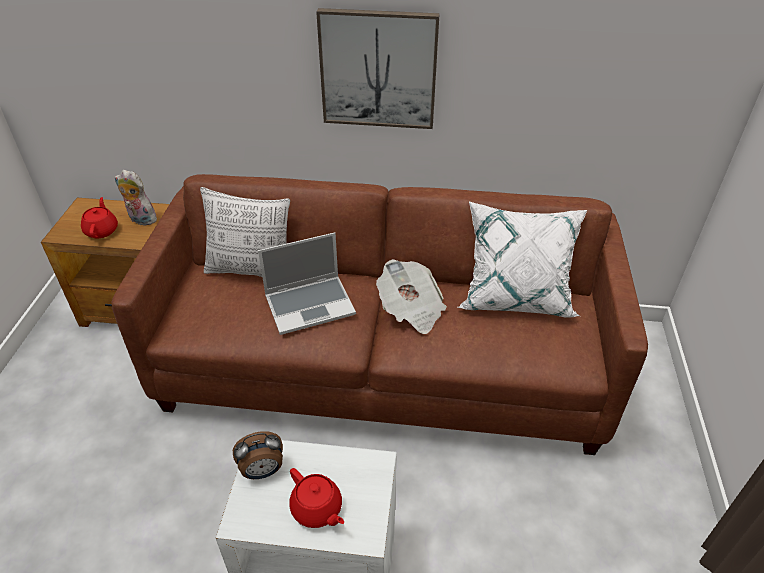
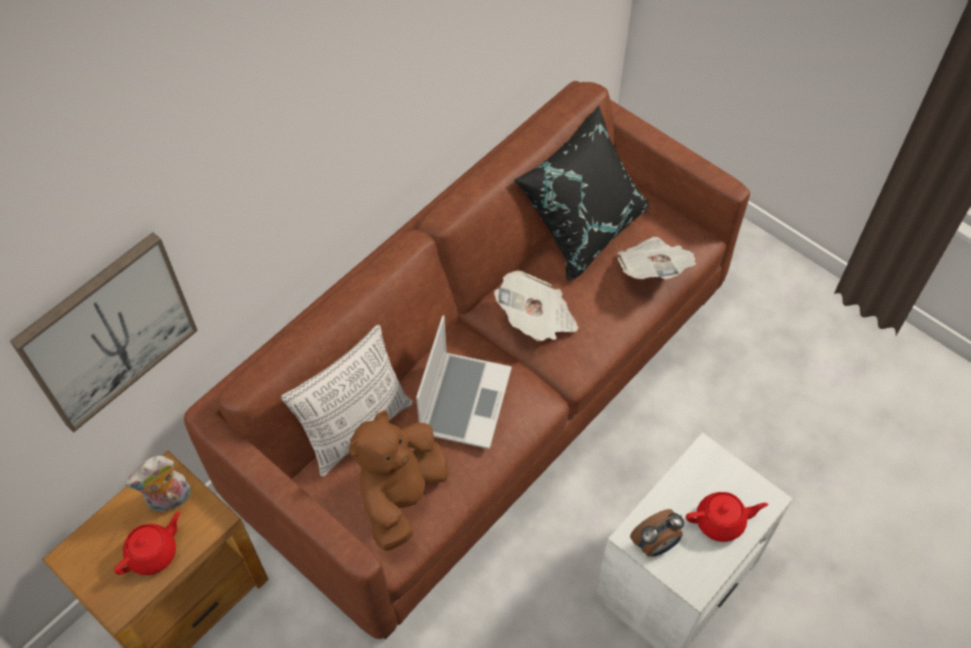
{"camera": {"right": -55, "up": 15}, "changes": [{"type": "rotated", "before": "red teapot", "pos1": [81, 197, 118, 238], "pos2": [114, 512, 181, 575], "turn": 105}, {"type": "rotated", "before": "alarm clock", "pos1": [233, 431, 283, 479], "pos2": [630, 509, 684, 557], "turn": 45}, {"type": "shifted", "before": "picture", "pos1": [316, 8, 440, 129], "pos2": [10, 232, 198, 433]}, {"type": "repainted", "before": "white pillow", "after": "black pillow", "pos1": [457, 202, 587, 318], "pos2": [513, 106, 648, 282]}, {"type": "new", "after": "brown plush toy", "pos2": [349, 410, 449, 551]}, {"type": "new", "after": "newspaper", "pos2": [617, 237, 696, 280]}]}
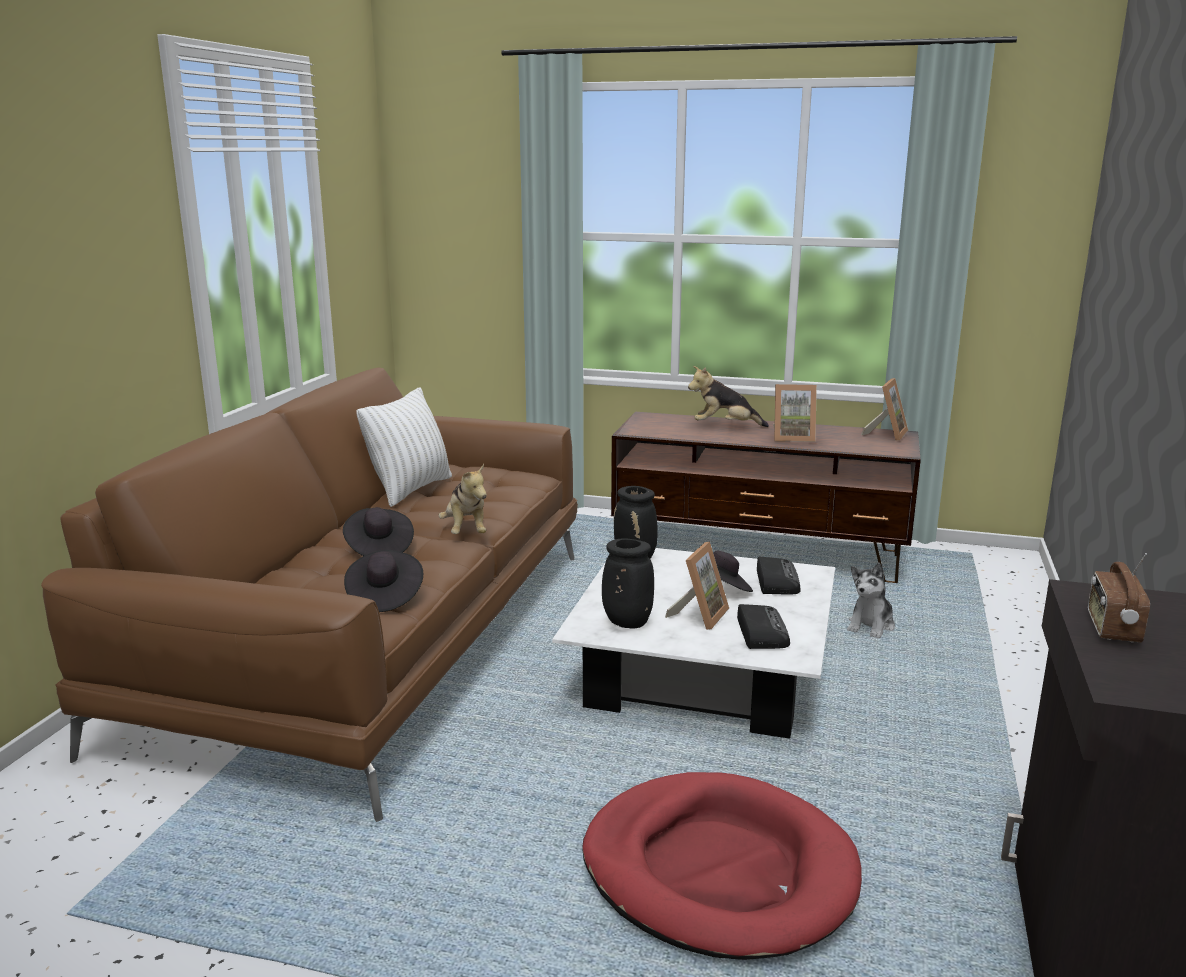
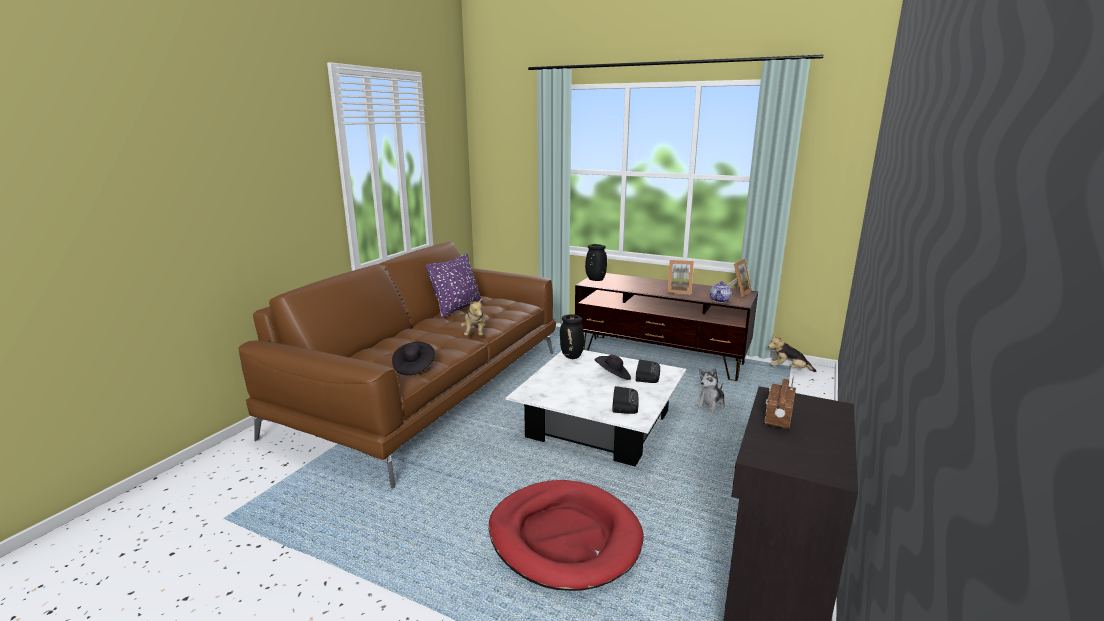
{"camera": {"right": 10, "up": 0}, "changes": [{"type": "gone", "before": "black hat", "pos1": [343, 507, 414, 556]}, {"type": "repainted", "before": "white pillow", "after": "purple pillow", "pos1": [356, 387, 452, 507], "pos2": [426, 254, 482, 318]}, {"type": "shifted", "before": "black vase", "pos1": [602, 539, 654, 629], "pos2": [585, 244, 607, 281]}, {"type": "gone", "before": "picture frame", "pos1": [665, 541, 729, 630]}, {"type": "shifted", "before": "plush toy", "pos1": [688, 366, 769, 427], "pos2": [768, 334, 817, 372]}, {"type": "new", "after": "teapot", "pos2": [710, 281, 731, 303]}]}
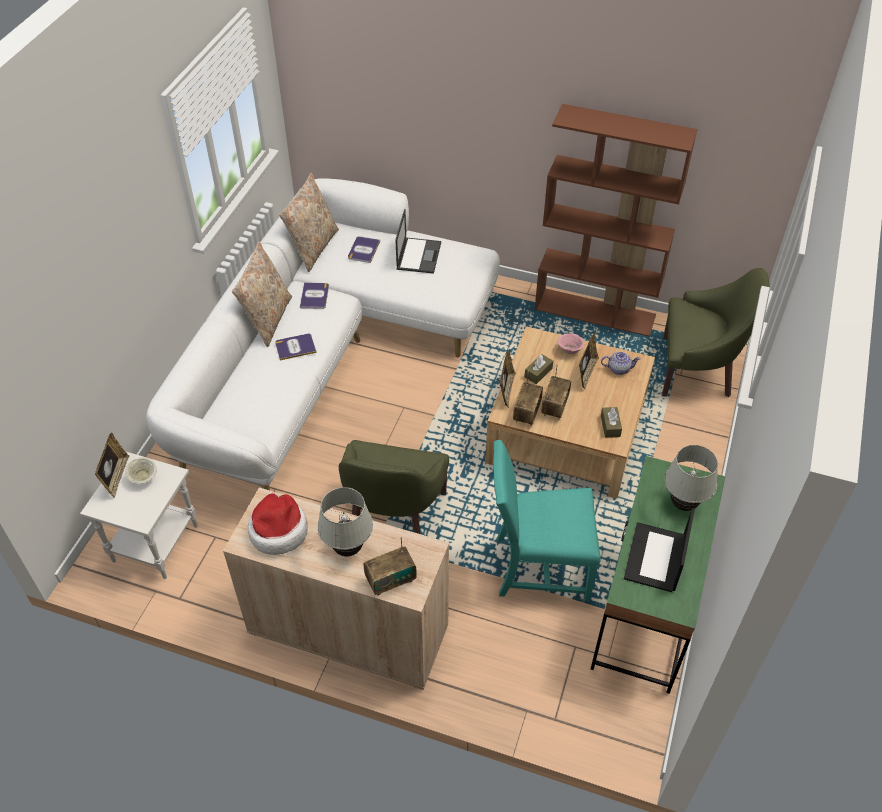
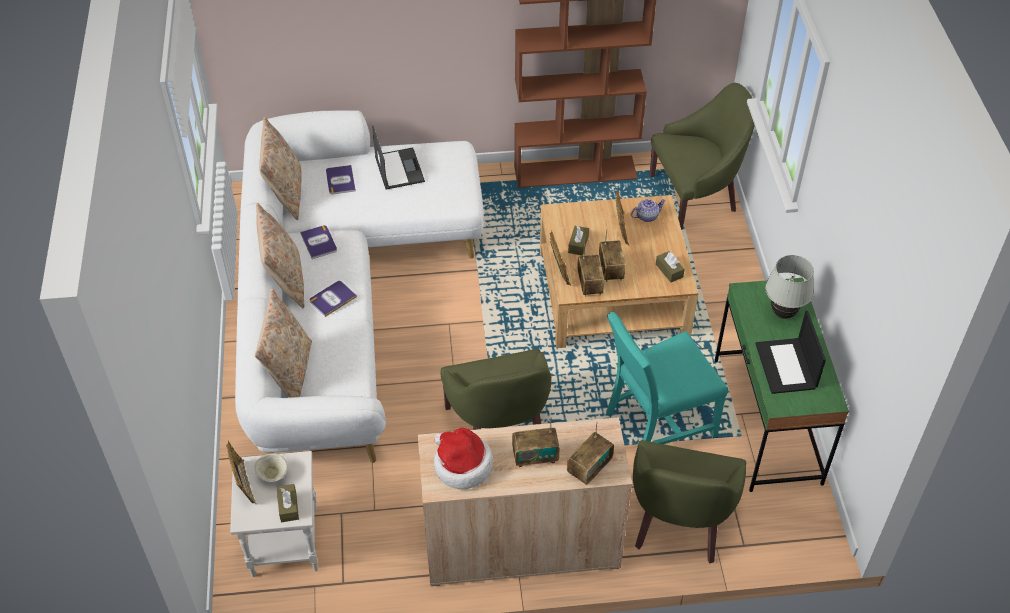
{"camera": {"right": -25, "up": 0}, "changes": [{"type": "swapped", "before": "white table lamp", "after": "radio", "pos1": [318, 487, 373, 556], "pos2": [512, 416, 560, 467]}, {"type": "gone", "before": "pink bowl", "pos1": [557, 333, 584, 354]}, {"type": "new", "after": "beige pillow", "pos2": [255, 288, 312, 398]}, {"type": "new", "after": "brown tissue box", "pos2": [277, 484, 299, 523]}, {"type": "new", "after": "green armchair", "pos2": [633, 440, 746, 564]}]}
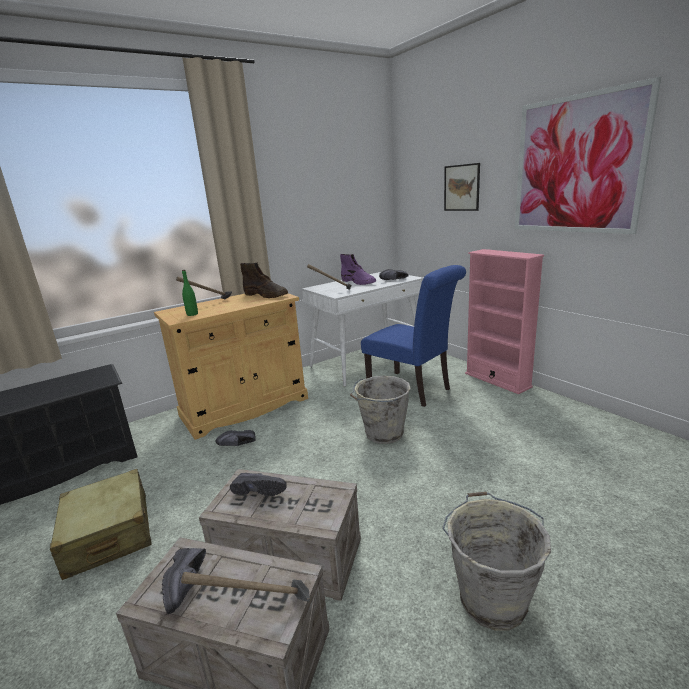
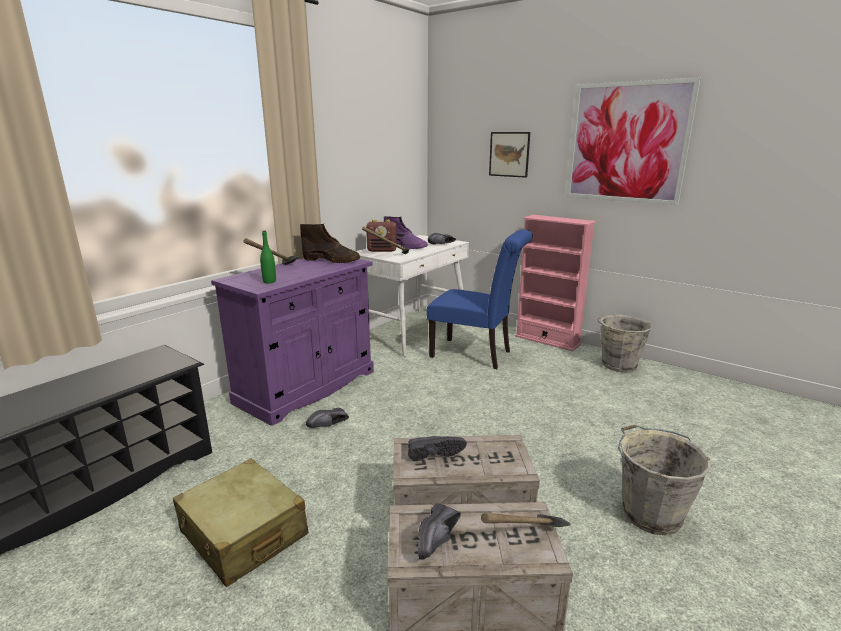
{"camera": {"right": -20, "up": 0}, "changes": [{"type": "repainted", "before": "beige cabinet", "after": "purple cabinet", "pos1": [154, 293, 308, 440], "pos2": [211, 258, 374, 426]}, {"type": "rotated", "before": "black shoe", "pos1": [162, 548, 206, 614], "pos2": [418, 503, 461, 560], "turn": 45}, {"type": "shifted", "before": "grey bucket", "pos1": [350, 376, 411, 444], "pos2": [597, 315, 652, 372]}, {"type": "new", "after": "radio", "pos2": [366, 220, 397, 252]}]}
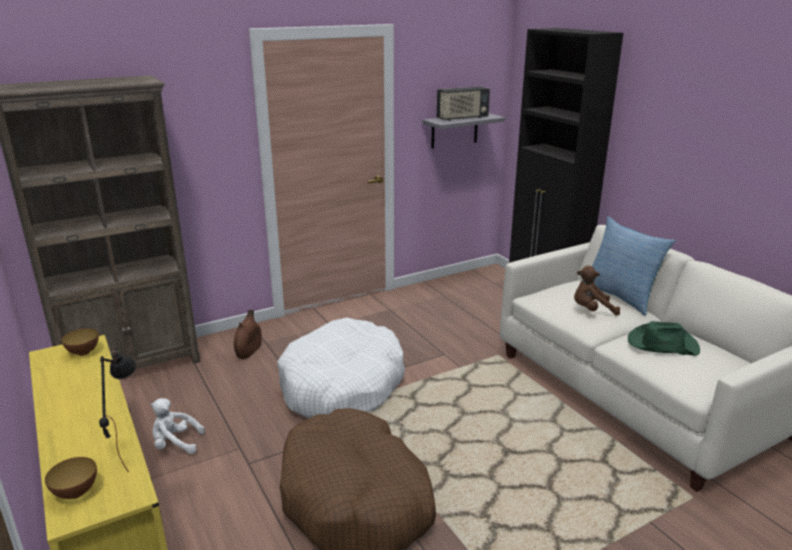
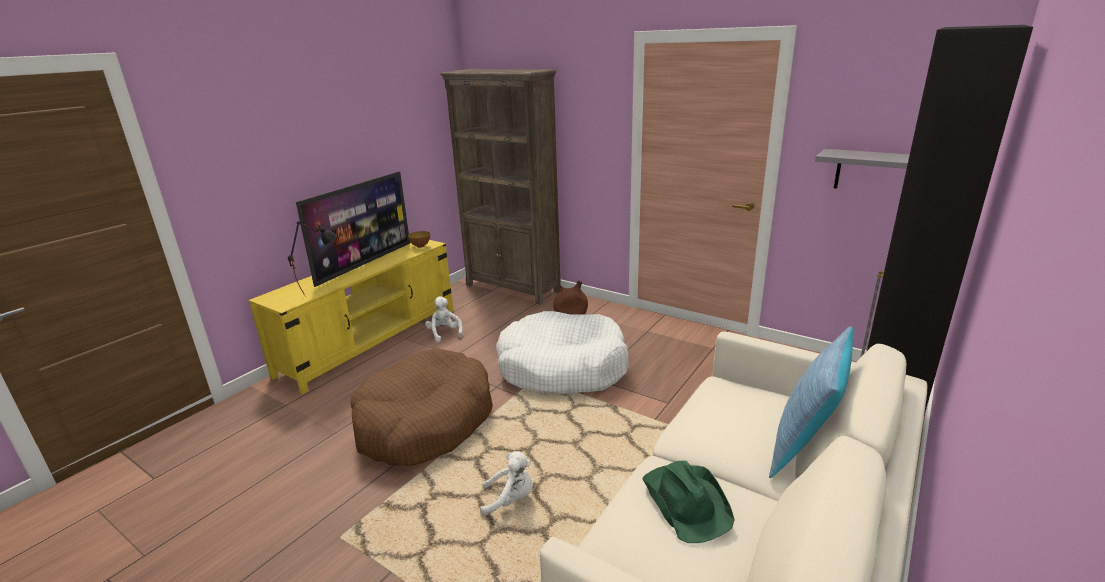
{"camera": {"right": 65, "up": 0}, "changes": [{"type": "gone", "before": "bowl", "pos1": [45, 457, 97, 499]}, {"type": "gone", "before": "radio", "pos1": [437, 87, 490, 121]}, {"type": "gone", "before": "brown plush toy", "pos1": [574, 266, 620, 316]}, {"type": "new", "after": "television", "pos2": [296, 171, 410, 287]}, {"type": "new", "after": "white plush toy", "pos2": [480, 451, 533, 516]}]}
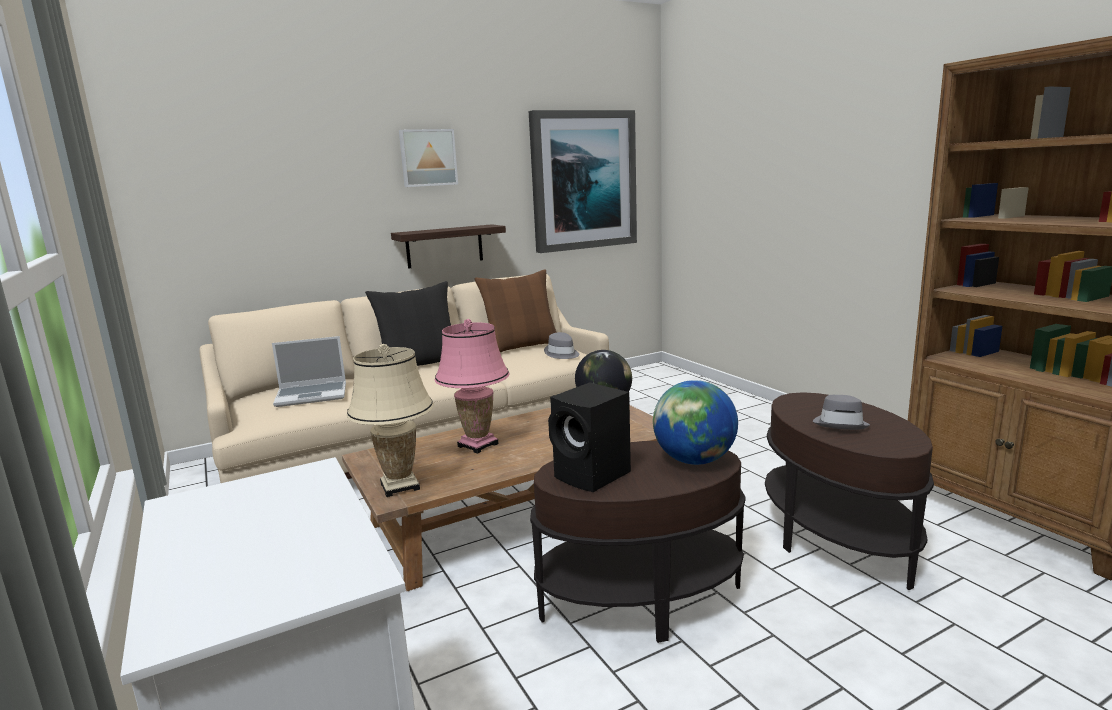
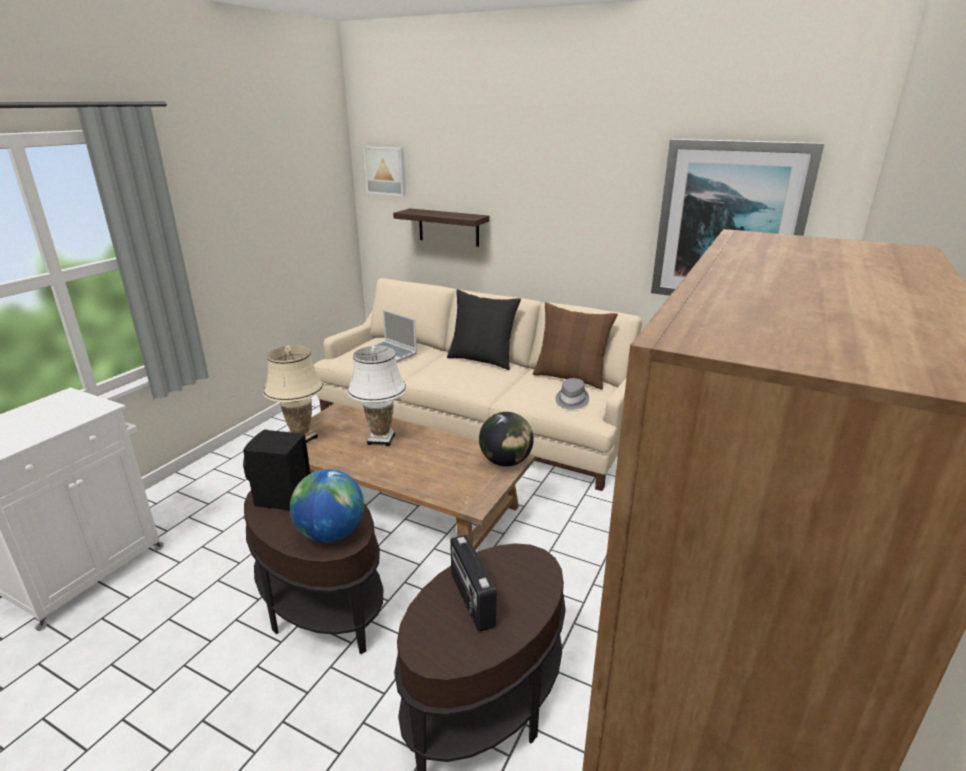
{"camera": {"right": 55, "up": 10}, "changes": [{"type": "shifted", "before": "shelf", "pos1": [391, 224, 506, 269], "pos2": [393, 208, 490, 247]}, {"type": "shifted", "before": "picture", "pos1": [399, 129, 458, 187], "pos2": [363, 147, 406, 196]}, {"type": "repainted", "before": "pink table lamp", "after": "white table lamp", "pos1": [435, 319, 509, 454], "pos2": [347, 346, 407, 446]}, {"type": "swapped", "before": "grey hat", "after": "radio", "pos1": [813, 395, 870, 430], "pos2": [450, 535, 496, 632]}]}
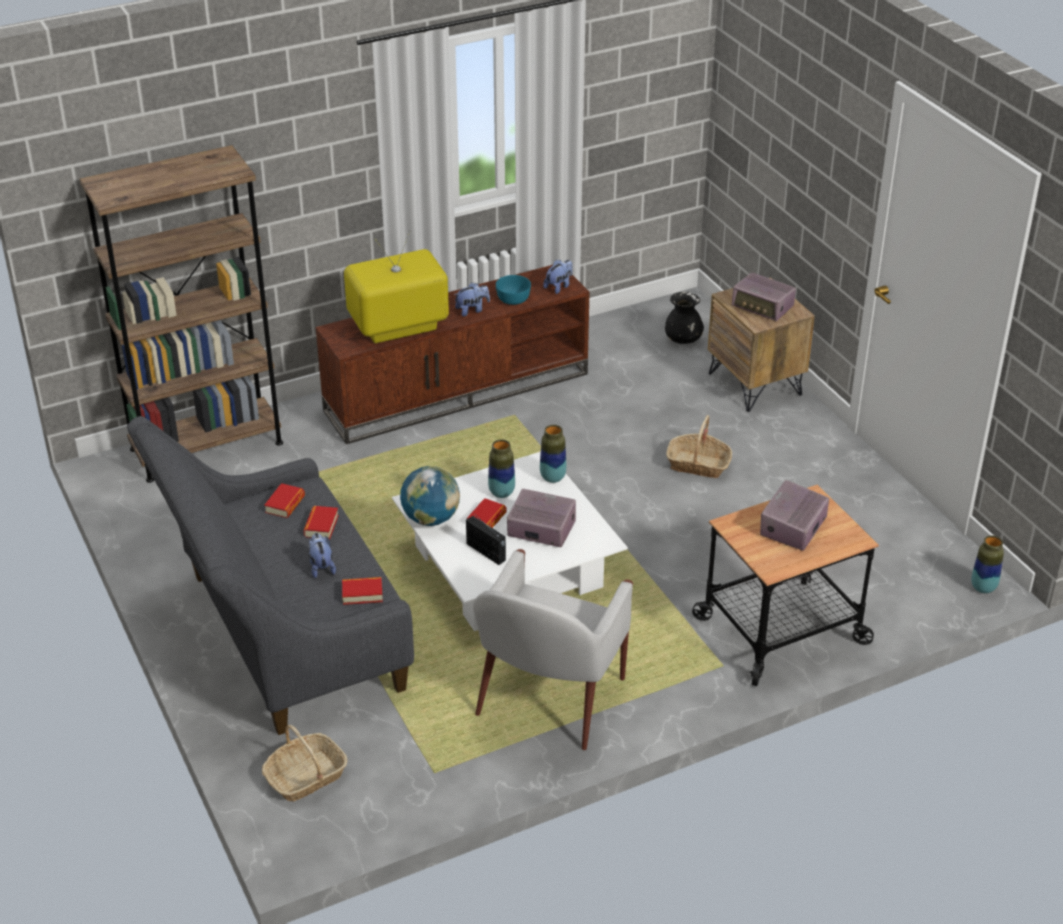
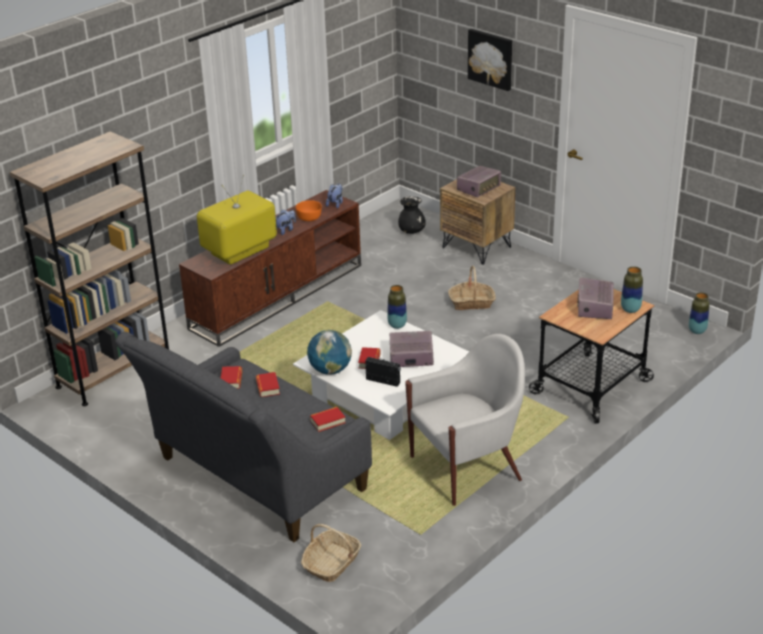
{"camera": {"right": -20, "up": -5}, "changes": [{"type": "gone", "before": "plush toy", "pos1": [309, 533, 336, 578]}, {"type": "rotated", "before": "white armchair", "pos1": [473, 549, 633, 750], "pos2": [405, 334, 525, 506], "turn": -120}, {"type": "shifted", "before": "vase", "pos1": [488, 439, 515, 498], "pos2": [621, 266, 643, 313]}, {"type": "repainted", "before": "turquoise bowl", "after": "orange bowl", "pos1": [496, 275, 531, 305], "pos2": [296, 200, 322, 221]}, {"type": "rotated", "before": "radio", "pos1": [732, 273, 796, 321], "pos2": [457, 166, 501, 198], "turn": -60}, {"type": "new", "after": "picture", "pos2": [468, 29, 512, 91]}]}
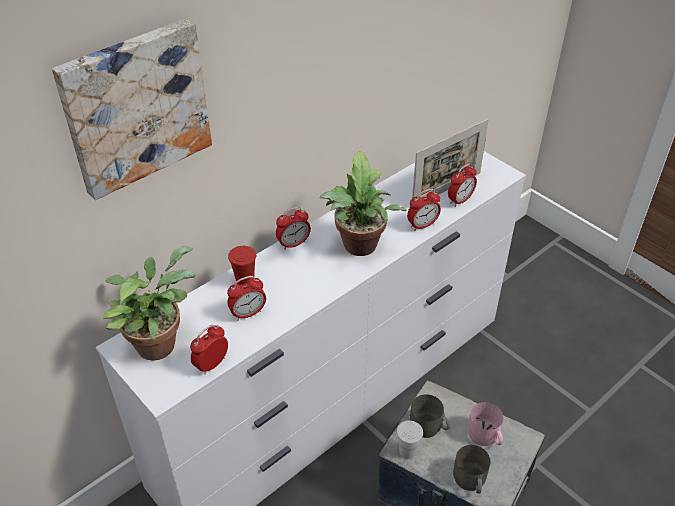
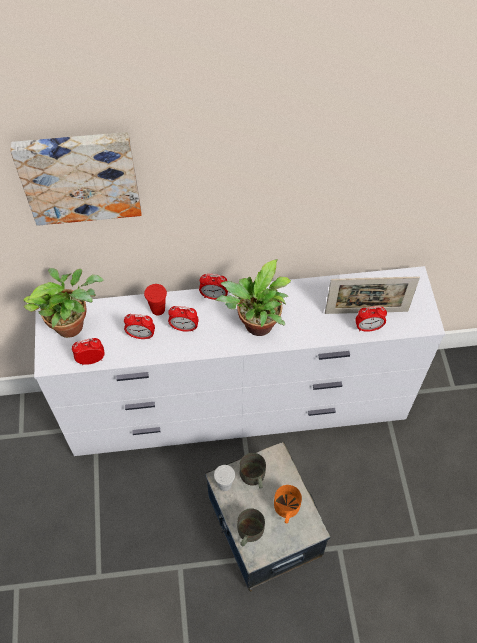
{"camera": {"right": 35, "up": 15}, "changes": [{"type": "shifted", "before": "alarm clock", "pos1": [407, 189, 441, 231], "pos2": [168, 306, 199, 332]}, {"type": "repainted", "before": "pink mug", "after": "orange mug", "pos1": [468, 402, 503, 446], "pos2": [274, 485, 302, 524]}]}
